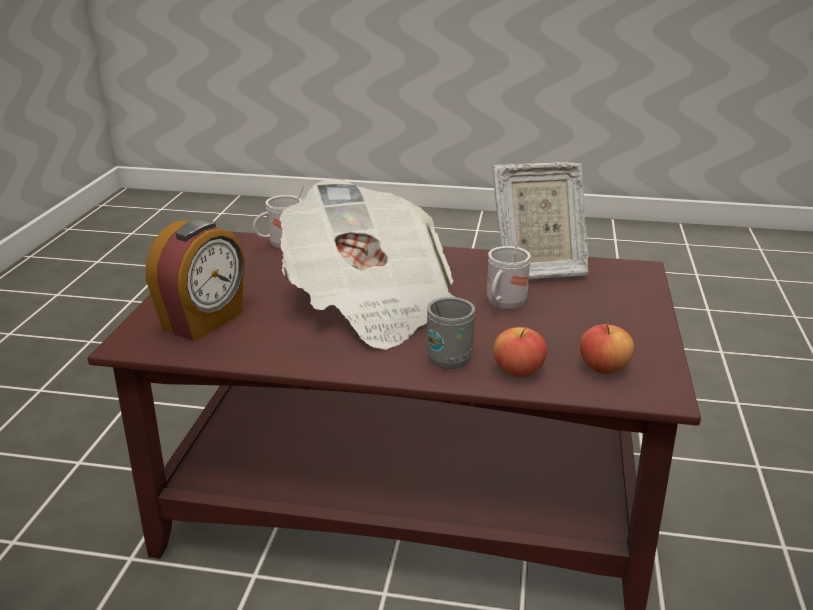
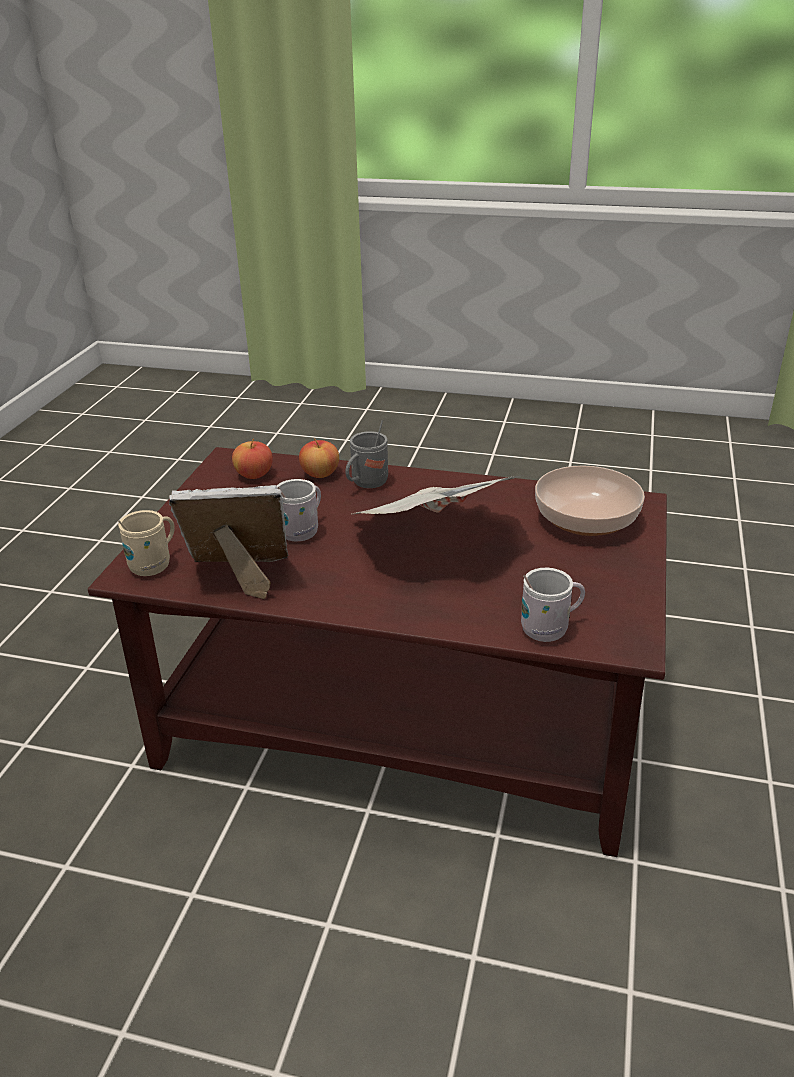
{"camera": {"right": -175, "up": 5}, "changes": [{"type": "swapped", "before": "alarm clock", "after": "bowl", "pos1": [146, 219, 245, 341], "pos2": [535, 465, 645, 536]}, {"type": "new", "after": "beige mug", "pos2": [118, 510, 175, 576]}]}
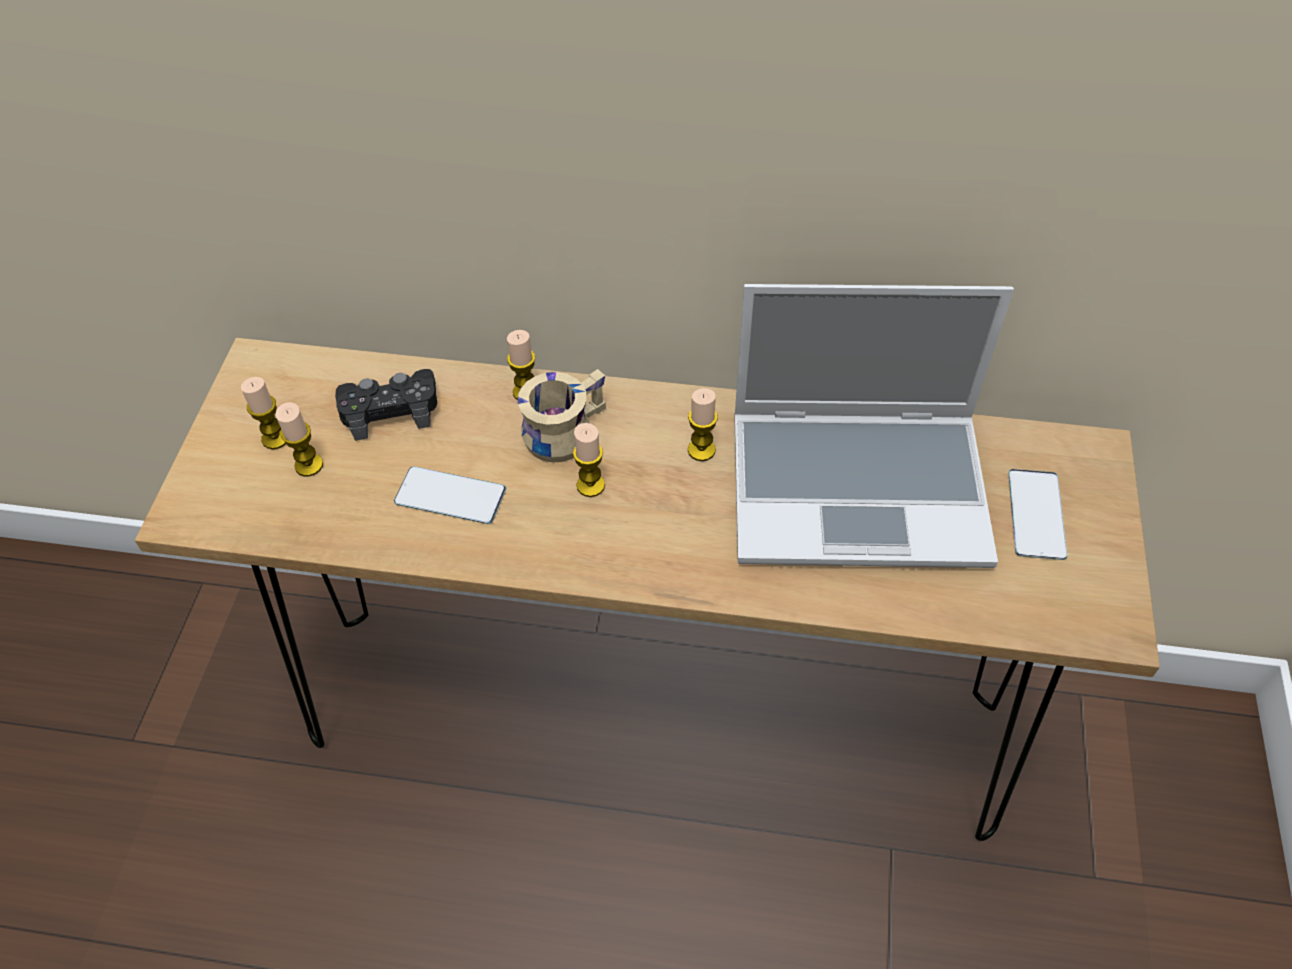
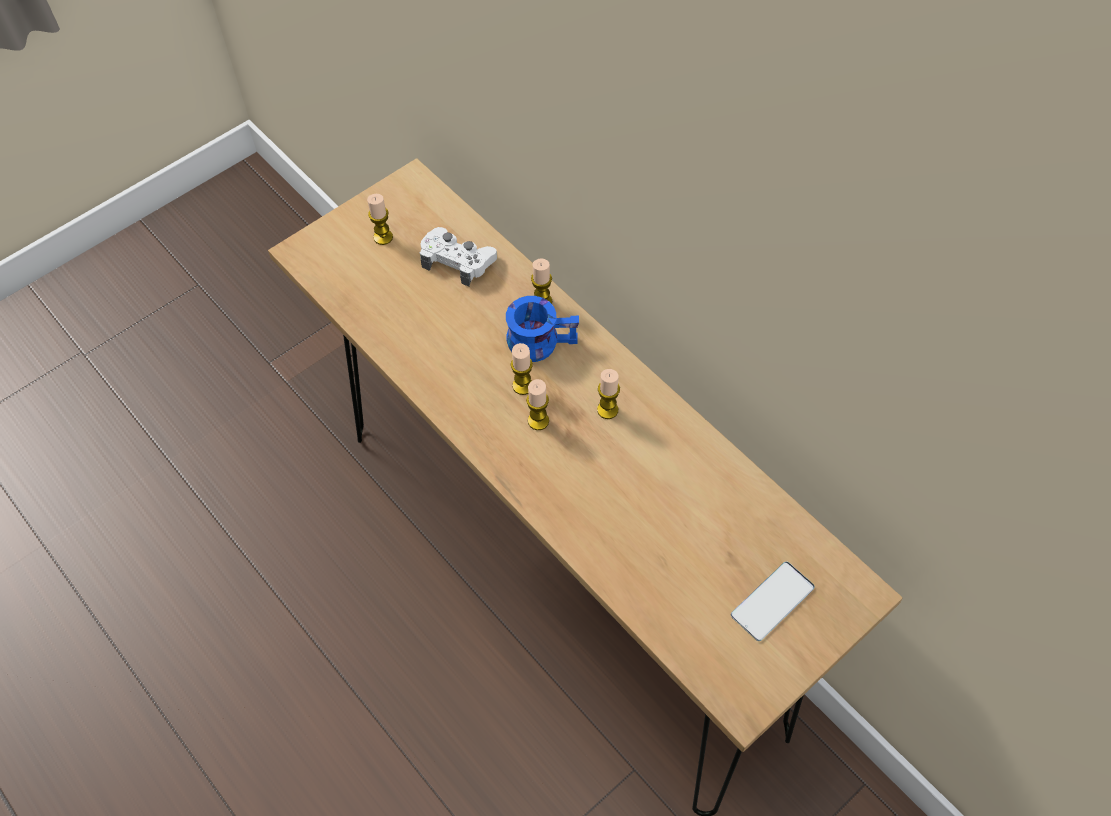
{"camera": {"right": 40, "up": 5}, "changes": [{"type": "shifted", "before": "candle", "pos1": [275, 402, 323, 476], "pos2": [526, 379, 549, 430]}, {"type": "repainted", "before": "black game controller", "after": "white game controller", "pos1": [335, 369, 437, 441], "pos2": [420, 227, 497, 286]}, {"type": "gone", "before": "phone", "pos1": [394, 466, 506, 524]}, {"type": "repainted", "before": "beige mug", "after": "blue mug", "pos1": [518, 369, 606, 462], "pos2": [506, 296, 579, 362]}, {"type": "gone", "before": "laptop", "pos1": [734, 284, 1014, 568]}]}
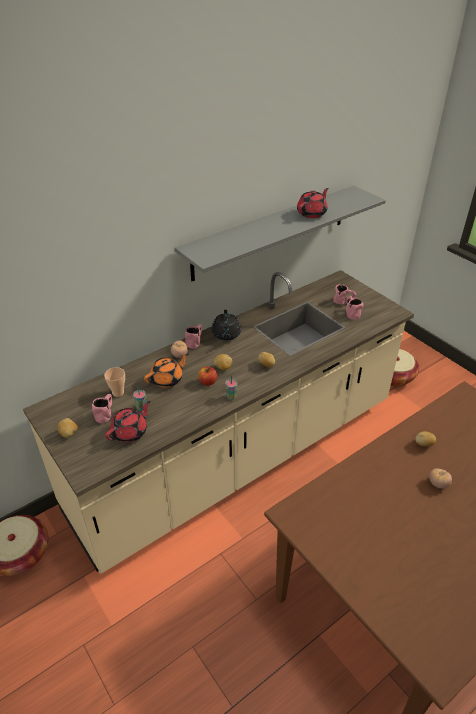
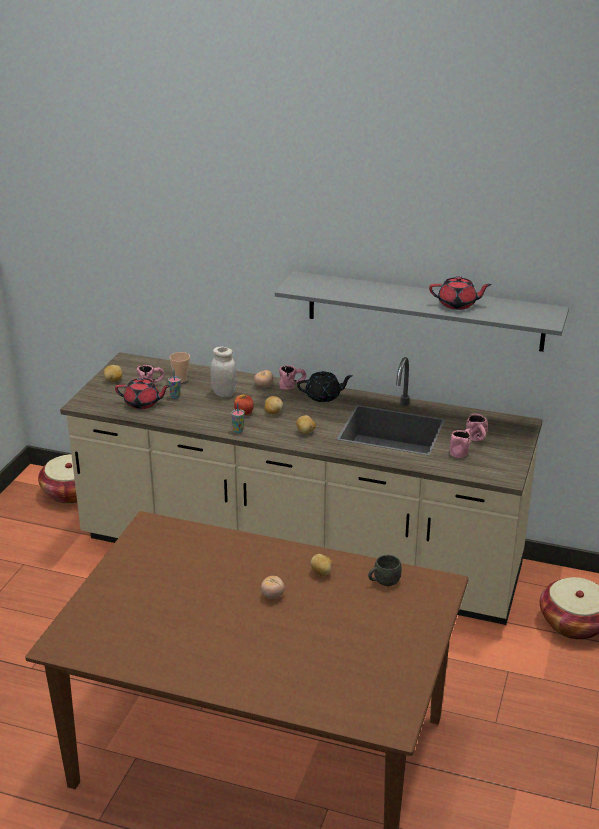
{"camera": {"right": 55, "up": -10}, "changes": [{"type": "swapped", "before": "orange teapot", "after": "white jar", "pos1": [144, 353, 189, 388], "pos2": [210, 347, 237, 397]}, {"type": "rotated", "before": "black teapot", "pos1": [212, 310, 241, 341], "pos2": [297, 371, 353, 402], "turn": -150}, {"type": "new", "after": "grey mug", "pos2": [368, 555, 402, 586]}]}
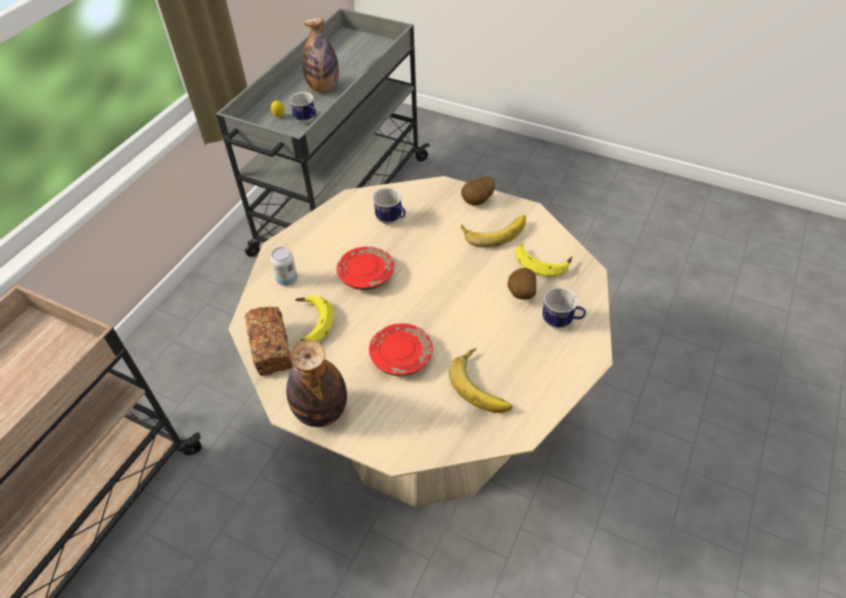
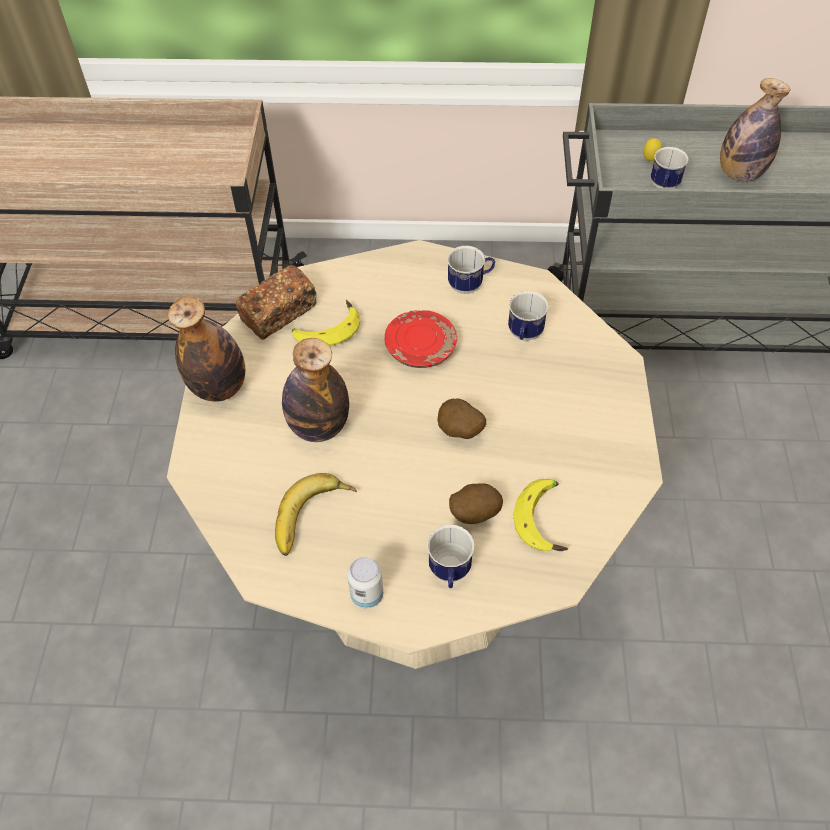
{"camera": {"right": 65, "up": 5}, "changes": [{"type": "shifted", "before": "can", "pos1": [270, 247, 298, 286], "pos2": [347, 557, 383, 608]}, {"type": "swapped", "before": "red plate", "after": "bottle", "pos1": [369, 323, 433, 376], "pos2": [282, 338, 349, 442]}, {"type": "shifted", "before": "potato", "pos1": [461, 177, 495, 206], "pos2": [438, 398, 486, 439]}, {"type": "gone", "before": "banana", "pos1": [461, 215, 526, 248]}, {"type": "new", "after": "mug", "pos2": [447, 246, 495, 294]}]}
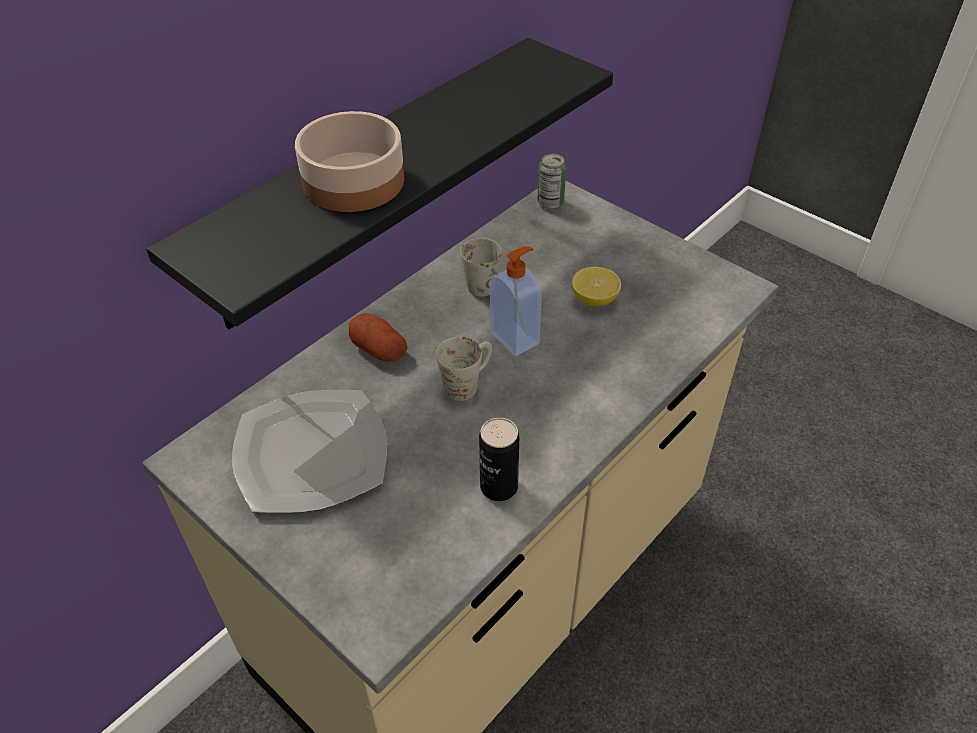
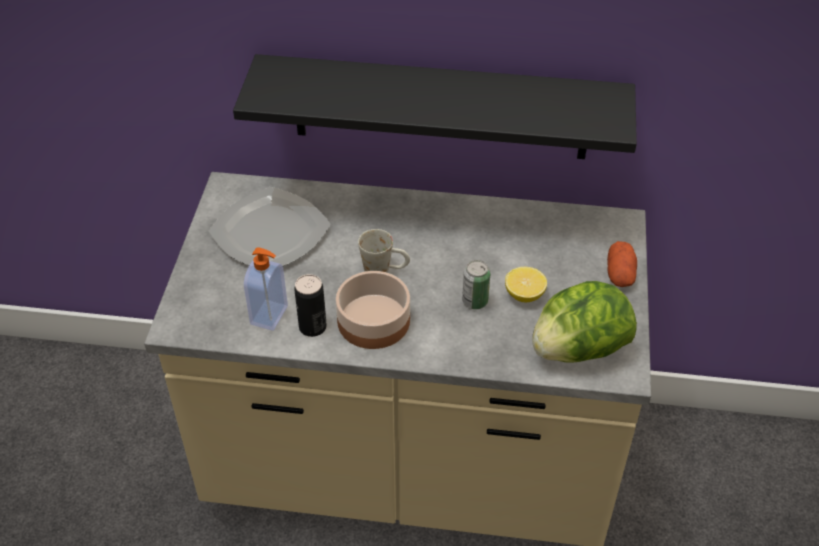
{"camera": {"right": 55, "up": 0}, "changes": [{"type": "shifted", "before": "bowl", "pos1": [295, 111, 404, 212], "pos2": [336, 271, 410, 349]}, {"type": "shifted", "before": "potato", "pos1": [349, 313, 407, 362], "pos2": [607, 241, 637, 287]}, {"type": "gone", "before": "white mug", "pos1": [461, 238, 502, 297]}, {"type": "shifted", "before": "soap dispenser", "pos1": [490, 247, 542, 356], "pos2": [244, 247, 288, 331]}, {"type": "shifted", "before": "can", "pos1": [537, 154, 566, 209], "pos2": [462, 260, 490, 309]}, {"type": "new", "after": "lettuce", "pos2": [532, 281, 637, 363]}]}
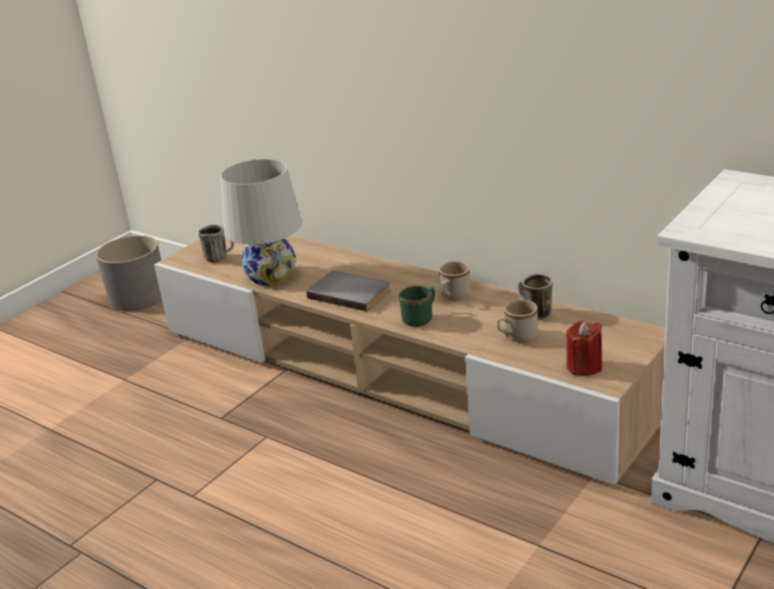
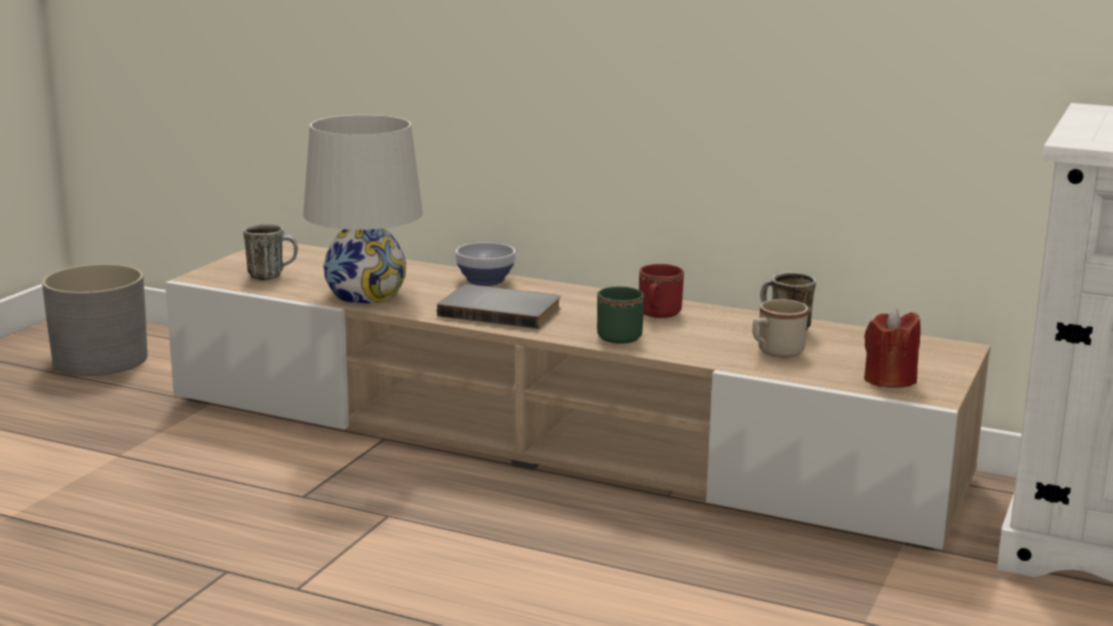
{"camera": {"right": -15, "up": -10}, "changes": [{"type": "repainted", "before": "beige mug", "after": "red mug", "pos1": [439, 261, 470, 300], "pos2": [639, 264, 684, 318]}, {"type": "new", "after": "bowl", "pos2": [455, 242, 516, 286]}]}
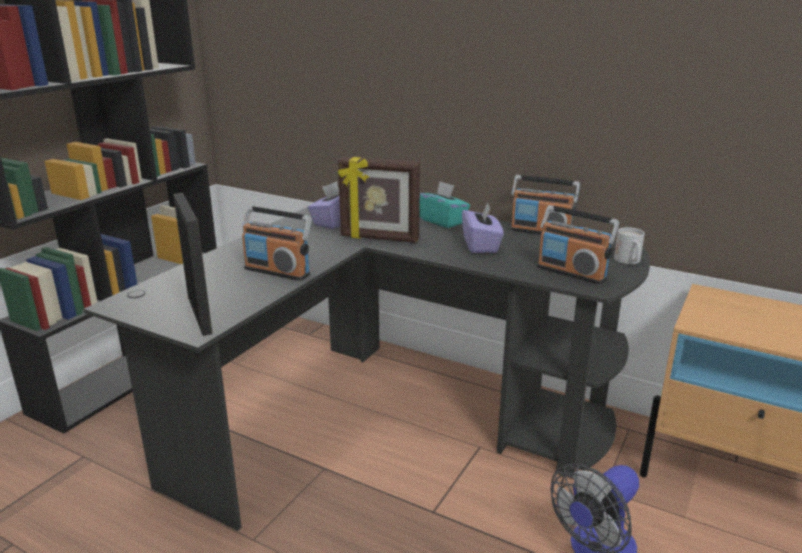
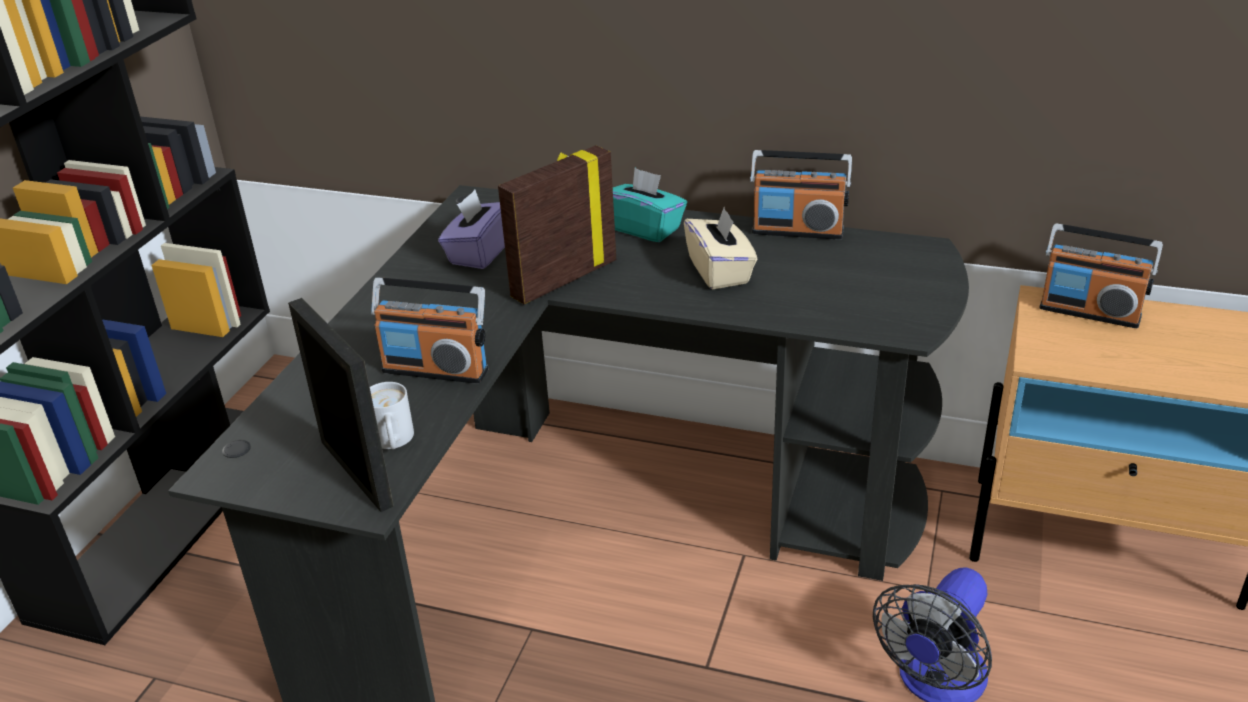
{"camera": {"right": -10, "up": 10}, "changes": [{"type": "rotated", "before": "picture frame", "pos1": [338, 157, 420, 243], "pos2": [498, 145, 616, 304], "turn": 135}, {"type": "repainted", "before": "purple tissue box", "after": "beige tissue box", "pos1": [462, 202, 504, 253], "pos2": [684, 207, 757, 290]}, {"type": "shifted", "before": "radio", "pos1": [537, 205, 619, 285], "pos2": [1039, 223, 1163, 328]}, {"type": "shifted", "before": "white mug", "pos1": [614, 227, 645, 264], "pos2": [370, 382, 414, 449]}]}
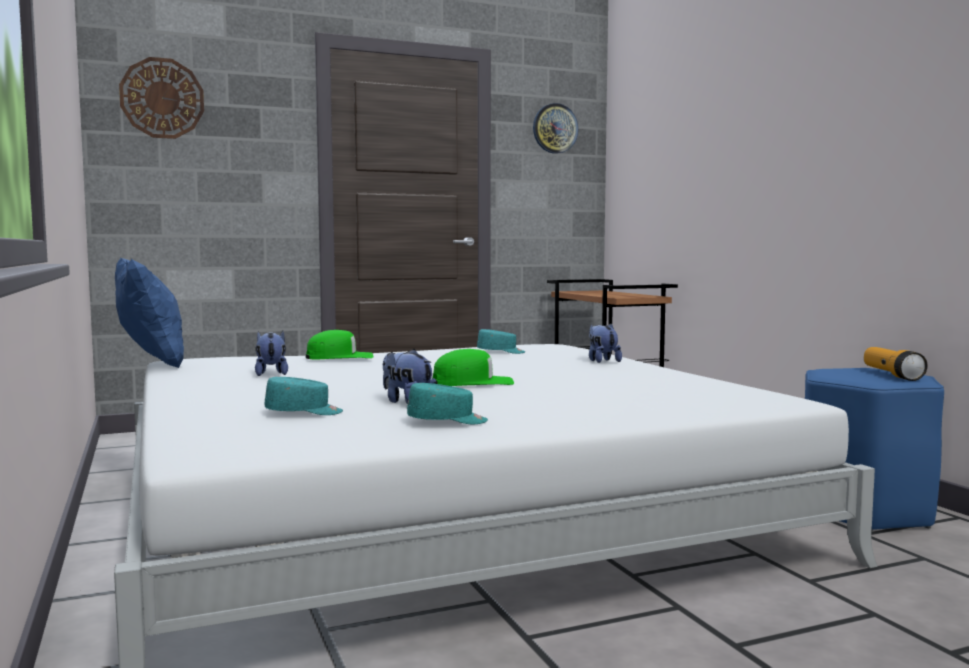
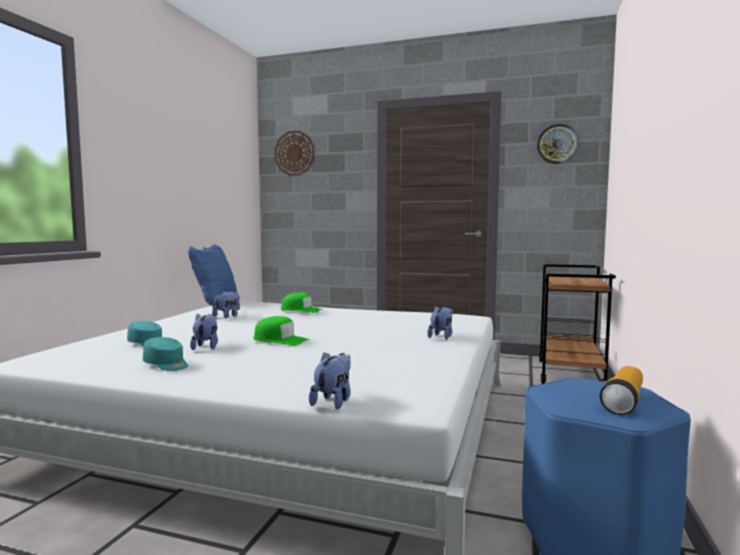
{"camera": {"right": 40, "up": 0}, "changes": [{"type": "gone", "before": "turquoise cap", "pos1": [477, 329, 525, 354]}, {"type": "new", "after": "plush toy", "pos2": [309, 352, 351, 409]}]}
